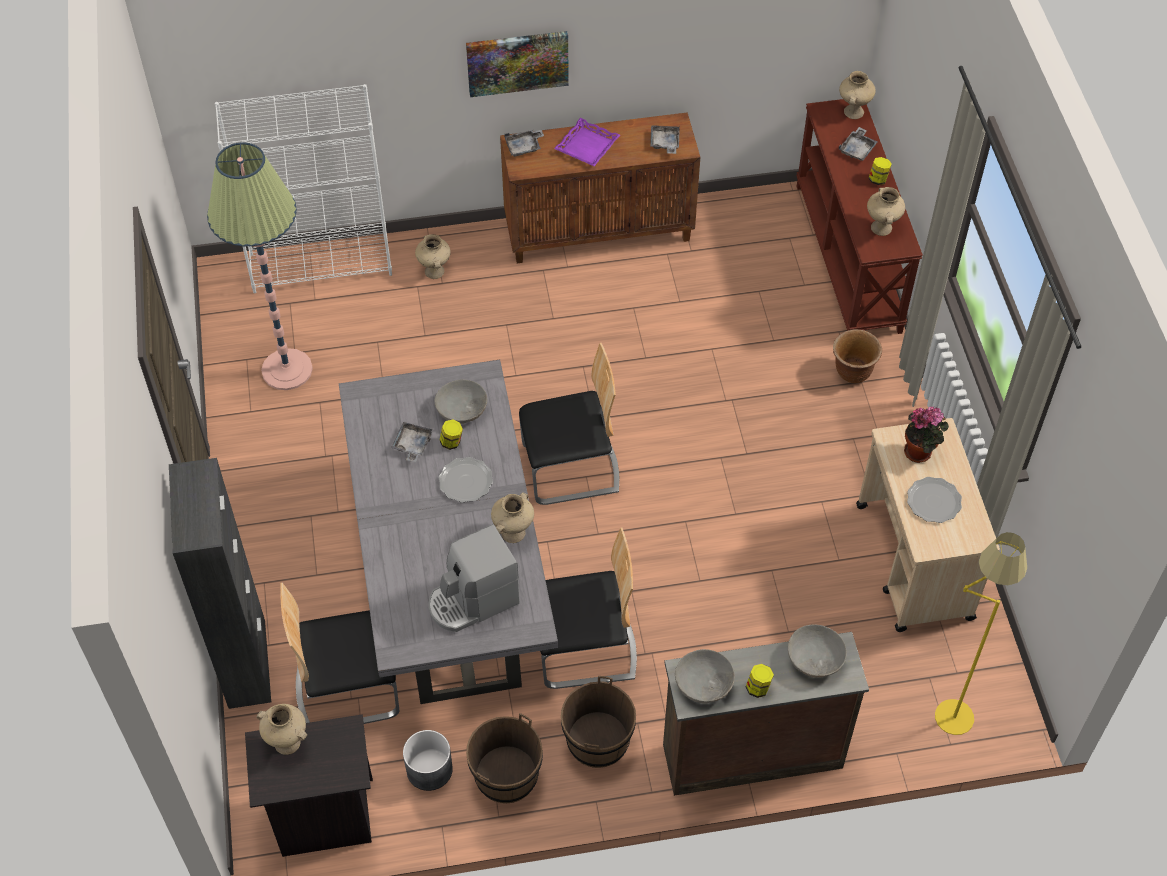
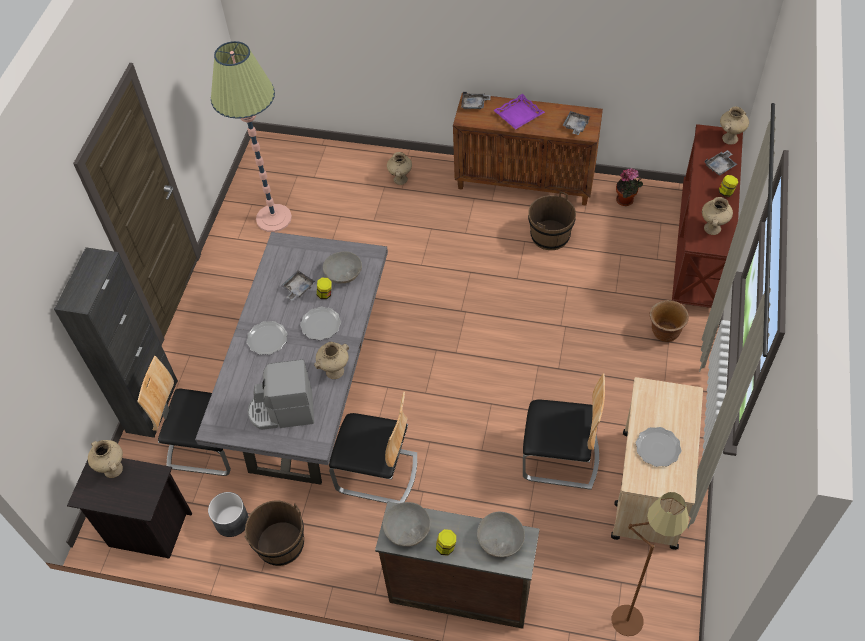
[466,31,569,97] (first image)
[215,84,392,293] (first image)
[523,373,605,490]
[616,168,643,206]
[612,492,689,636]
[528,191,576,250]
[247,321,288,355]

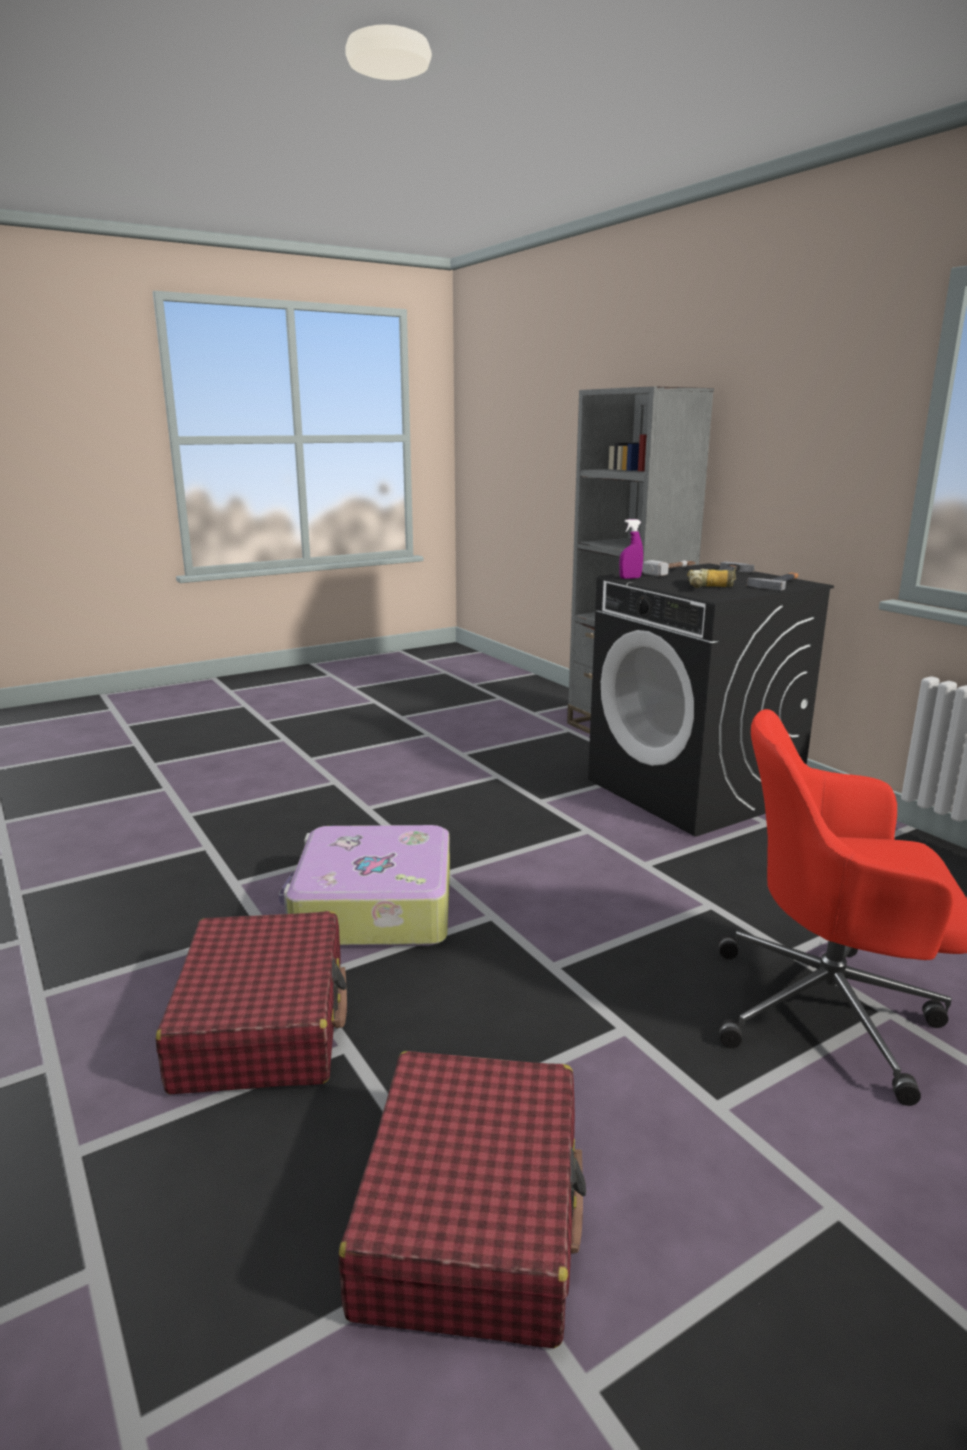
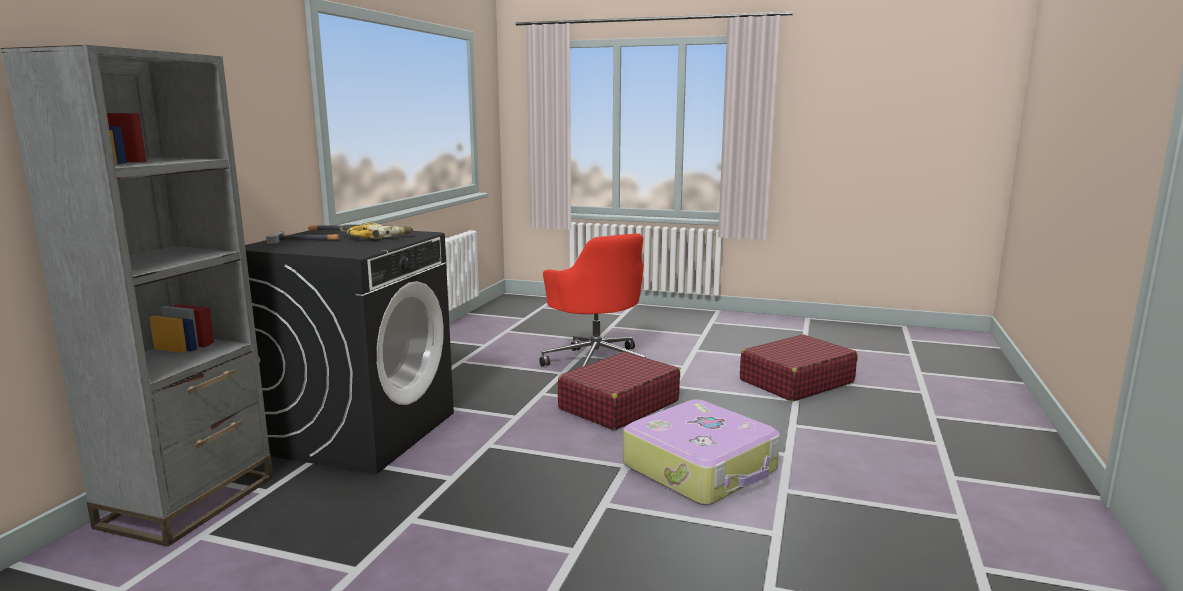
[619,519,643,579] (first image)
[642,560,695,576] (first image)
[558,352,680,430]

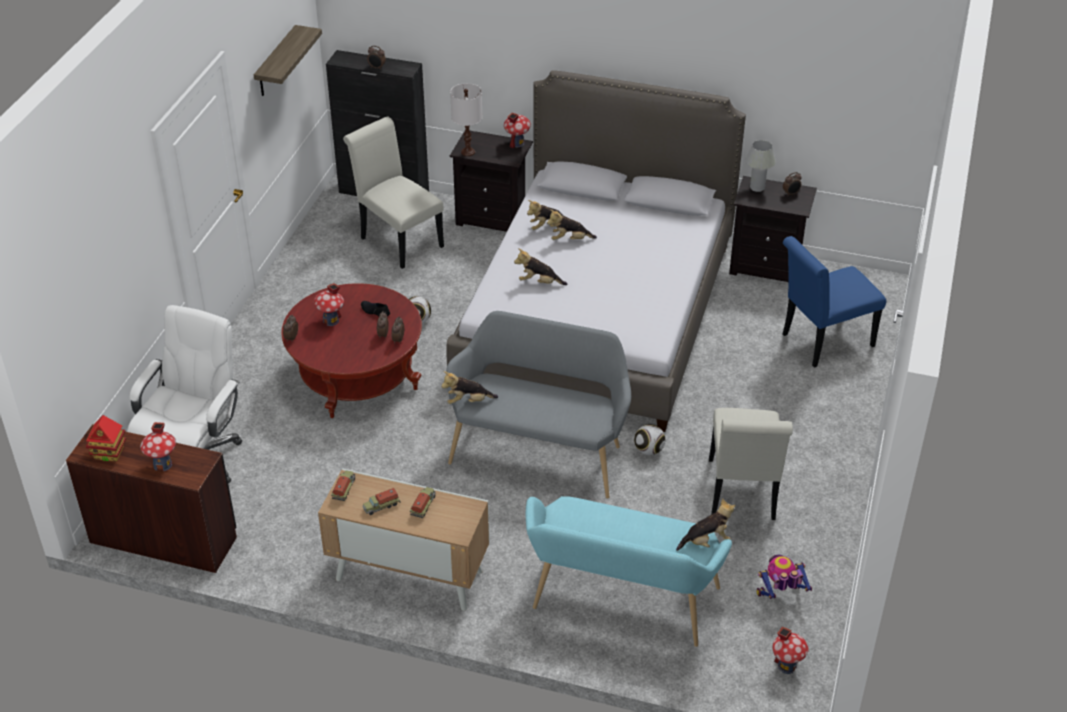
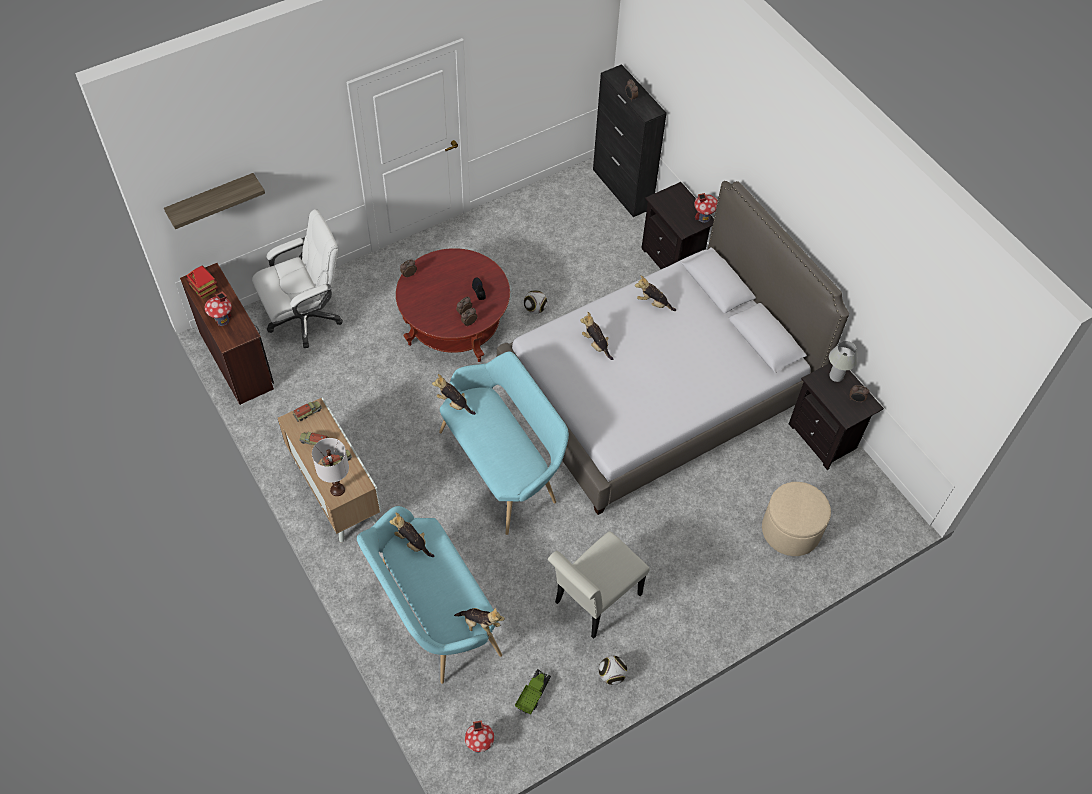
[164,173,265,229]
[312,438,349,496]
[343,116,444,269] (first image)
[389,513,434,557]
[762,482,831,556]
[314,283,344,326] (first image)
[439,351,569,535]
[599,656,627,685]
[515,669,551,715]

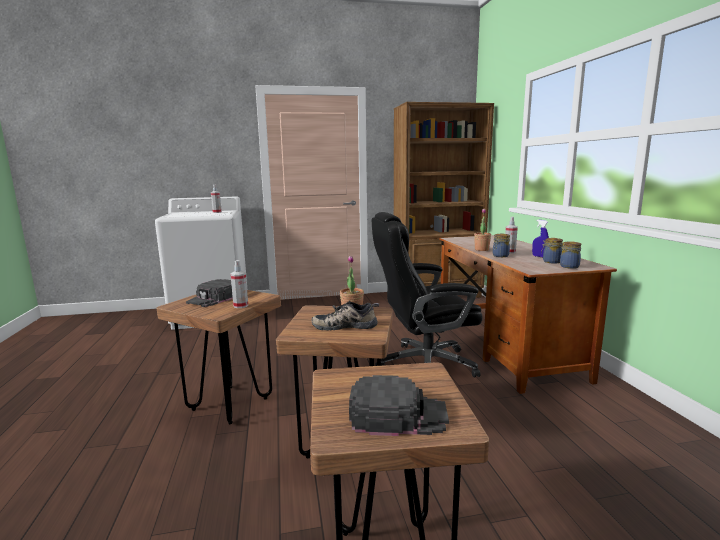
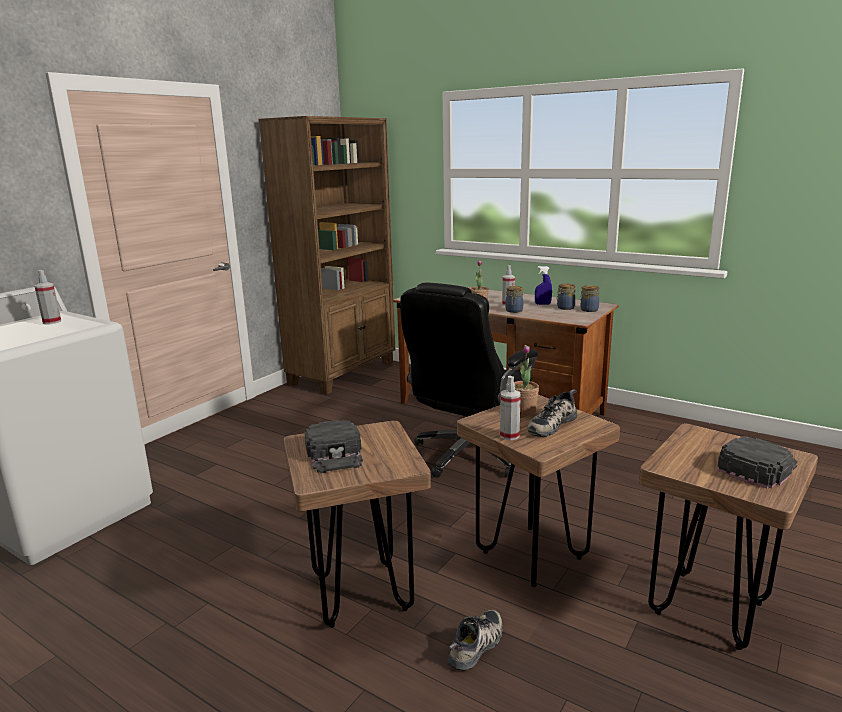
[500,376,521,440]
[448,610,503,671]

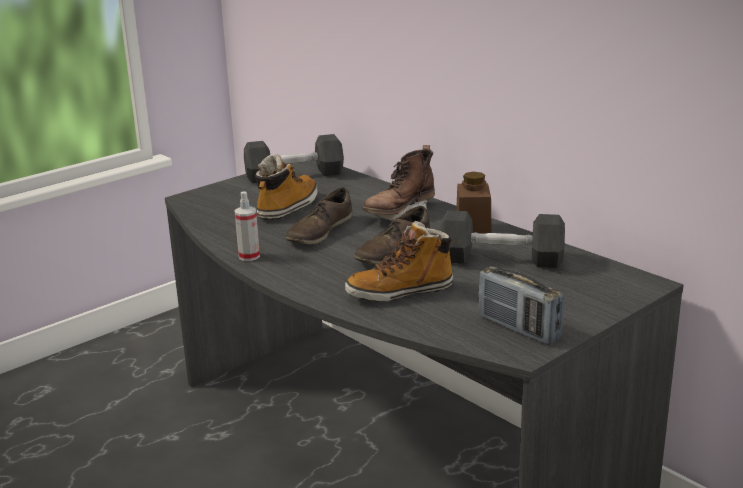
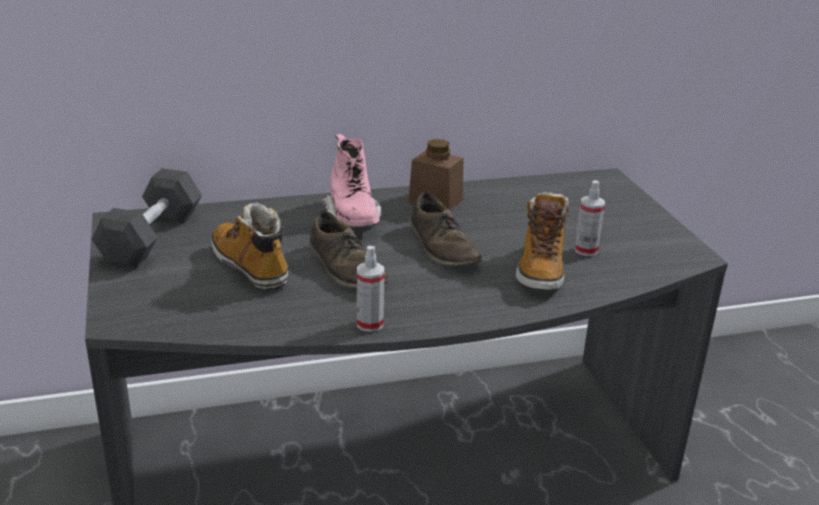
[322,134,381,228]
[440,211,565,268] (first image)
[478,266,564,345] (first image)
[575,180,605,256]

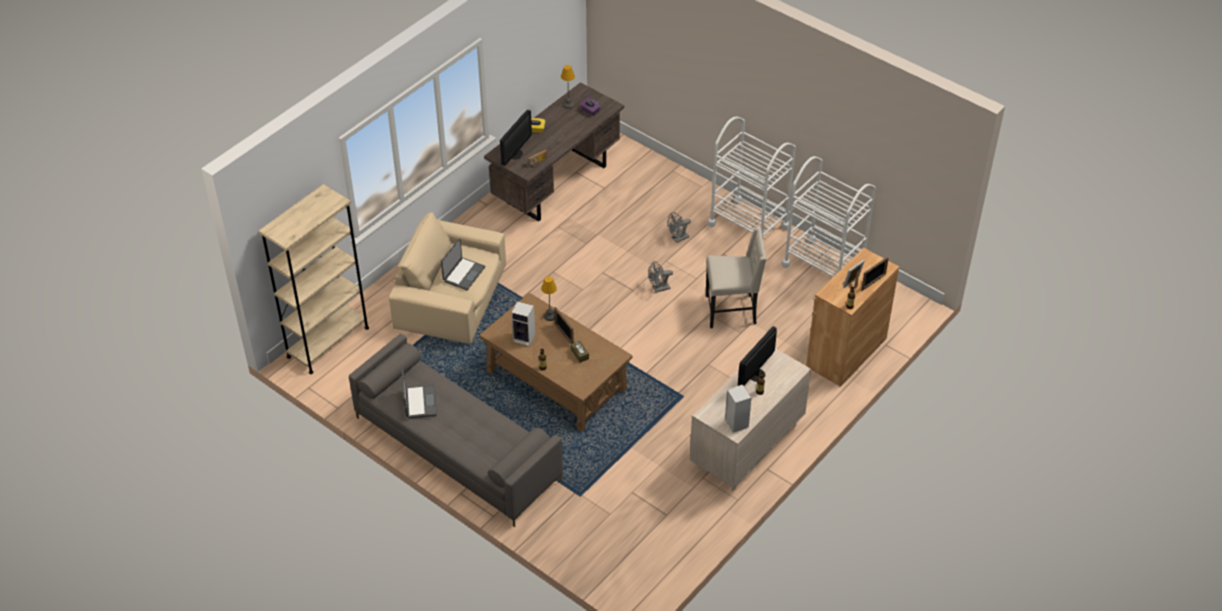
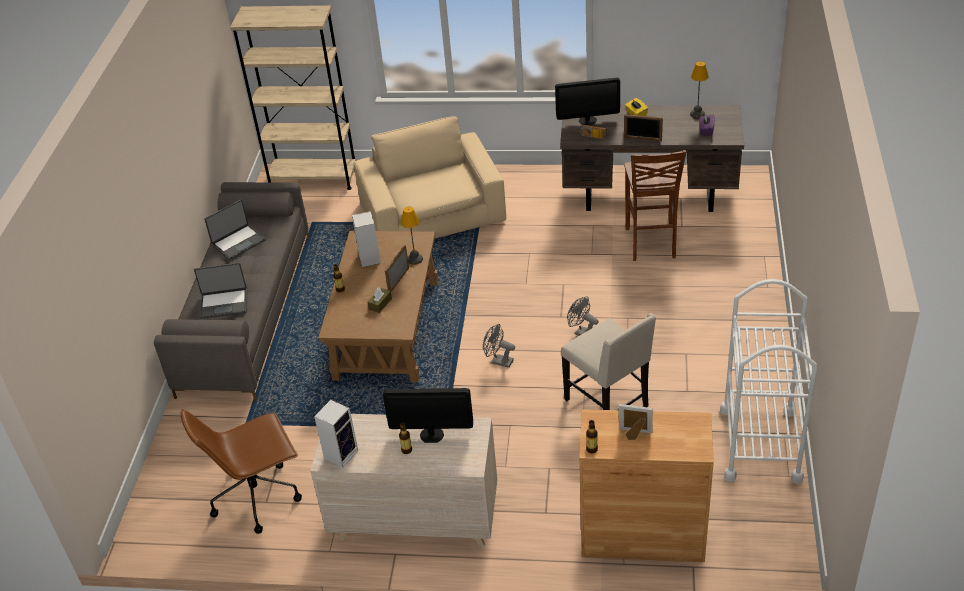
[707,116,796,247] (first image)
[483,324,515,368]
[194,263,247,319]
[624,114,663,141]
[624,150,686,261]
[181,409,302,534]

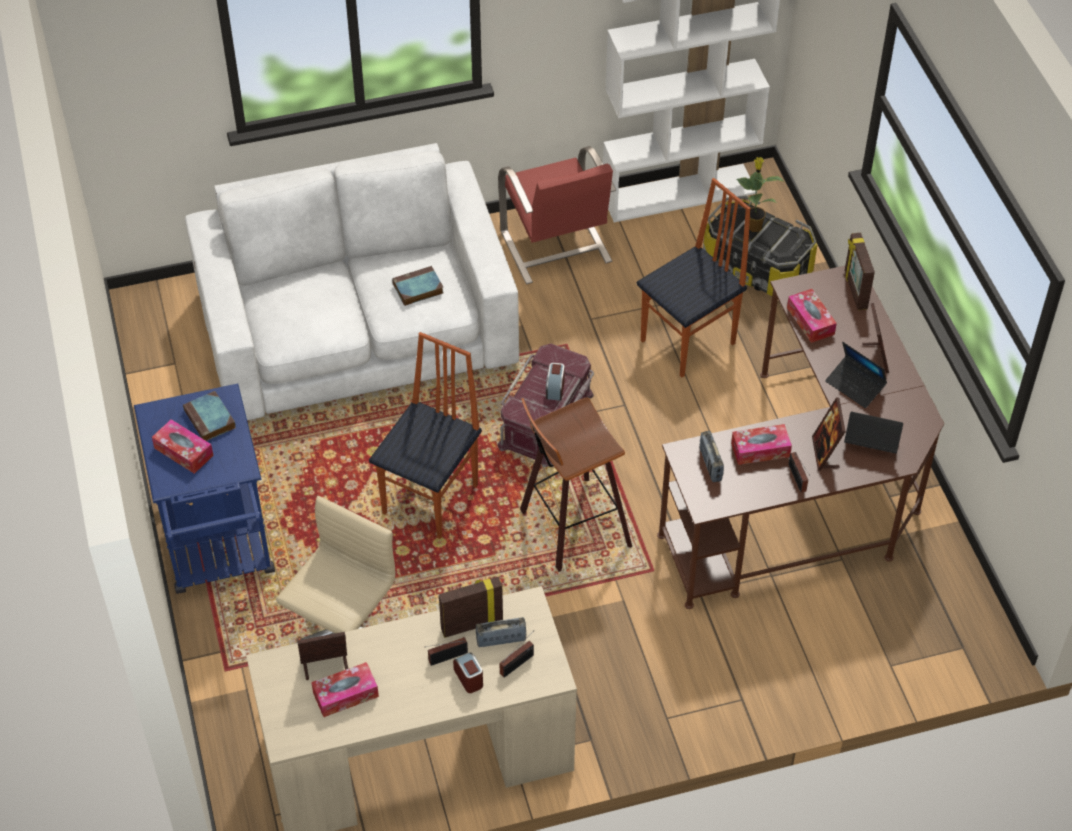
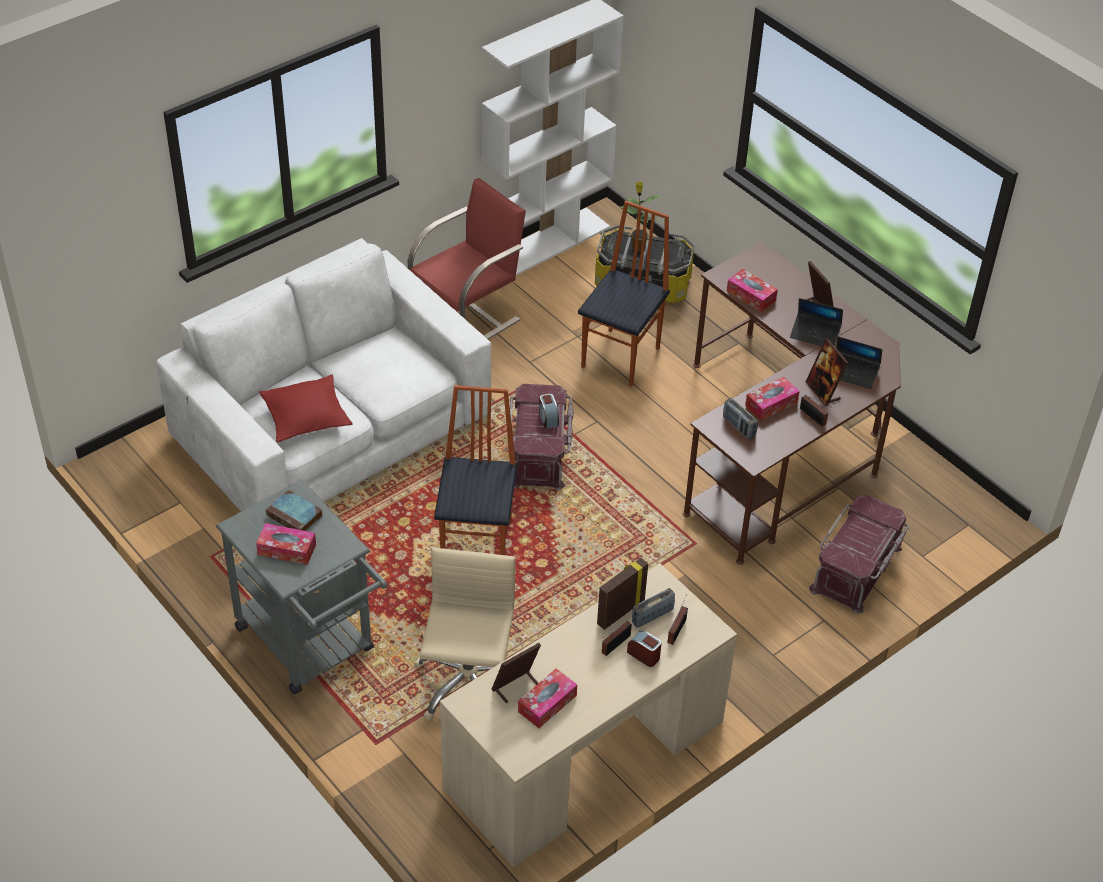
[407,178,526,339]
[845,232,875,310] (first image)
[392,266,443,306] (first image)
[216,479,387,694]
[520,397,632,572] (first image)
[837,336,882,389]
[259,375,353,443]
[809,495,909,614]

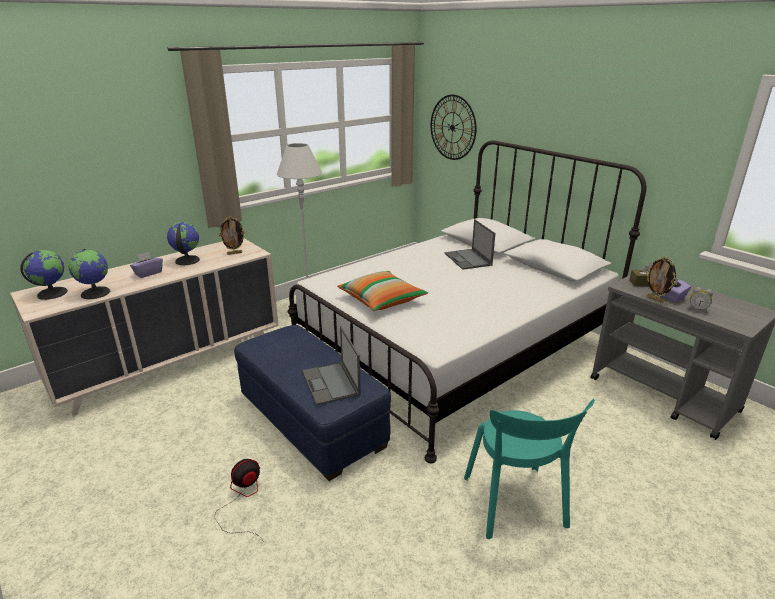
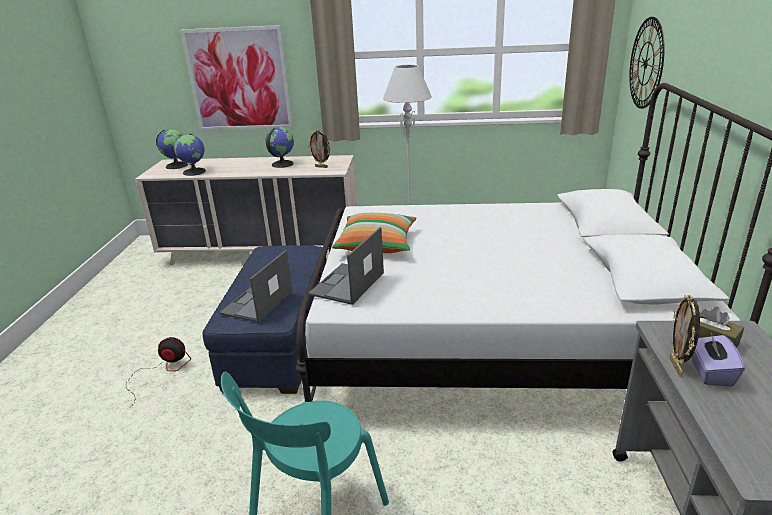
[308,227,384,305]
[130,252,163,278] (first image)
[689,287,713,313] (first image)
[180,25,293,131]

